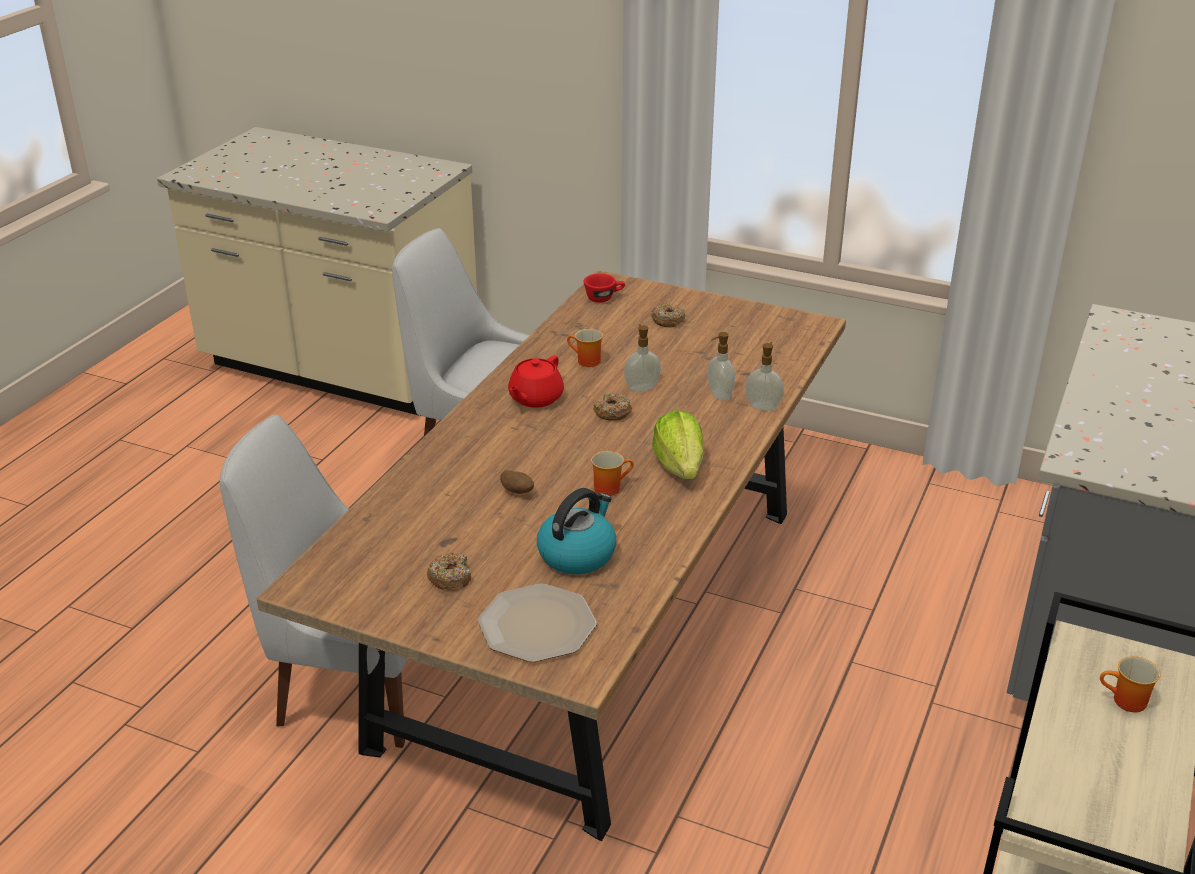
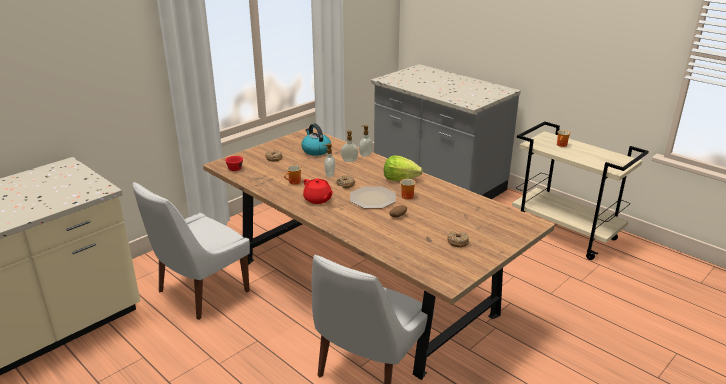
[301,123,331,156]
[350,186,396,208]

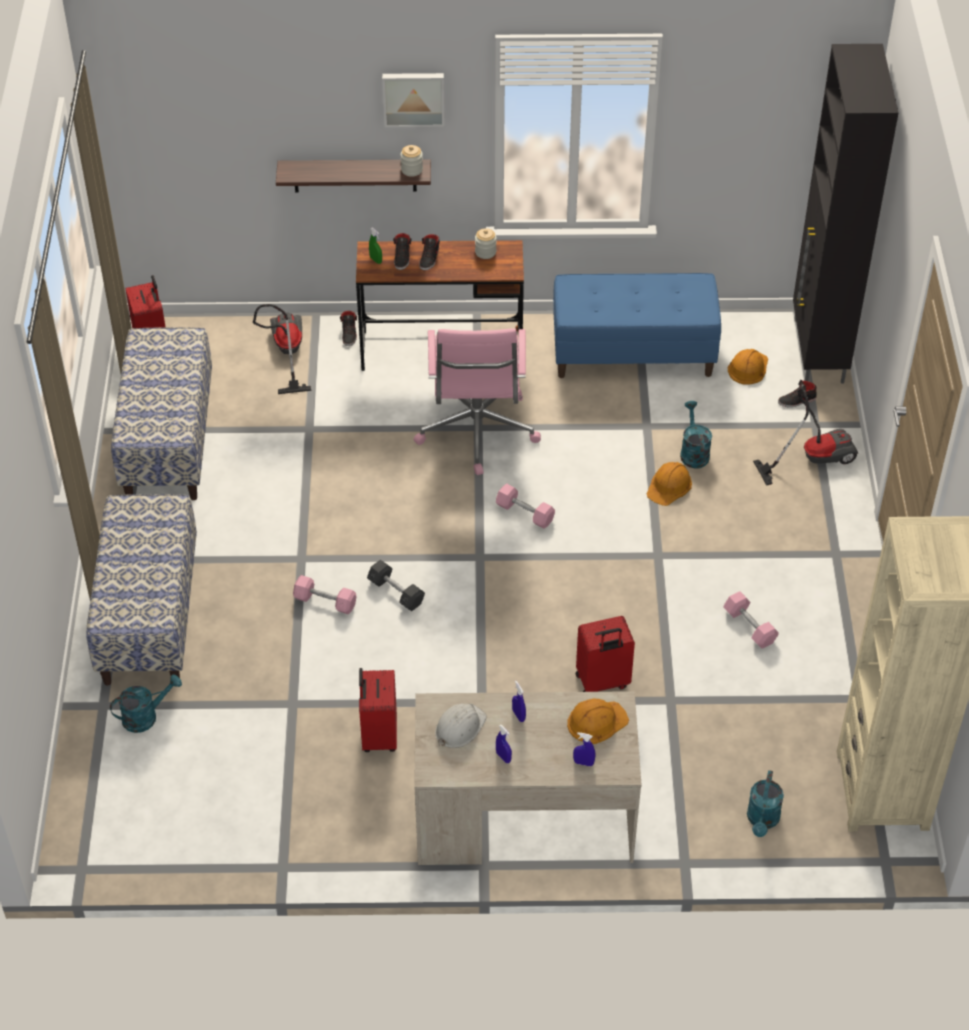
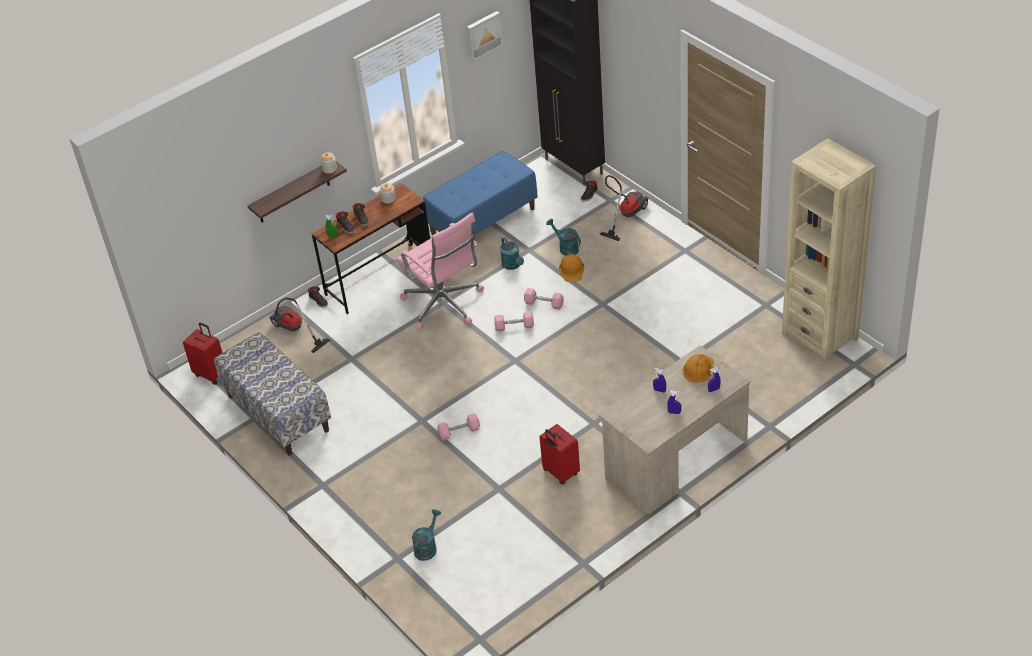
[467,11,503,61]
[728,349,768,385] (first image)
[86,494,197,685] (first image)
[367,560,425,611] (first image)
[524,288,564,310]
[576,616,635,692] (first image)
[435,703,487,748] (first image)
[500,237,524,270]

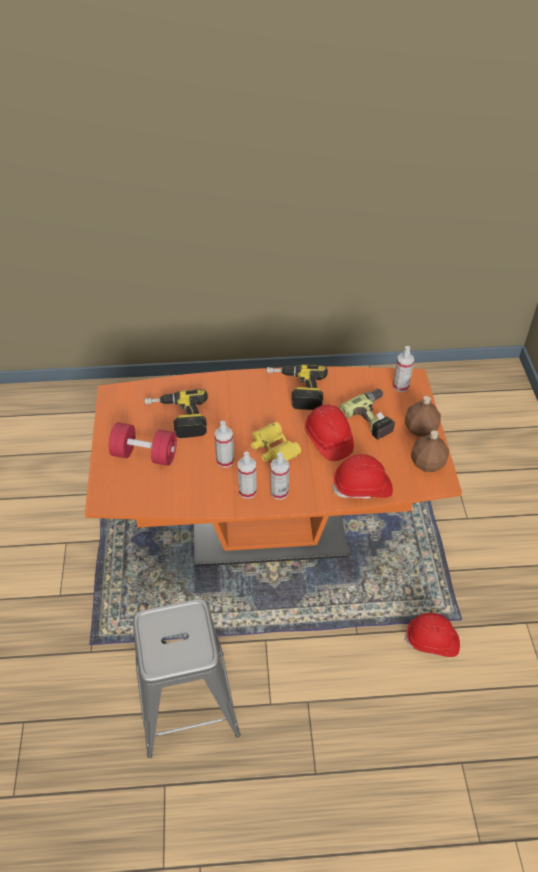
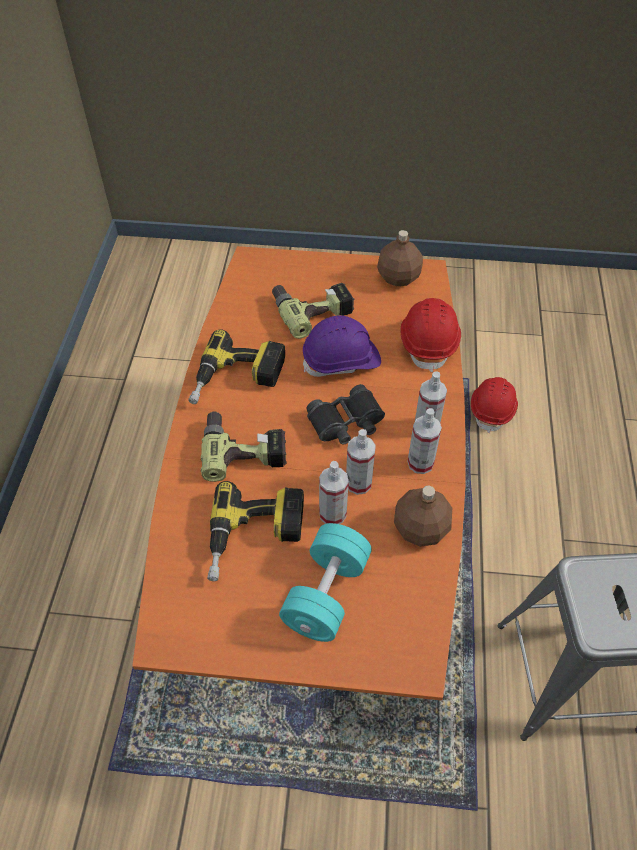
[319,461,348,524]
[394,486,452,547]
[303,315,381,377]
[279,523,372,642]
[306,384,385,445]
[201,411,287,482]

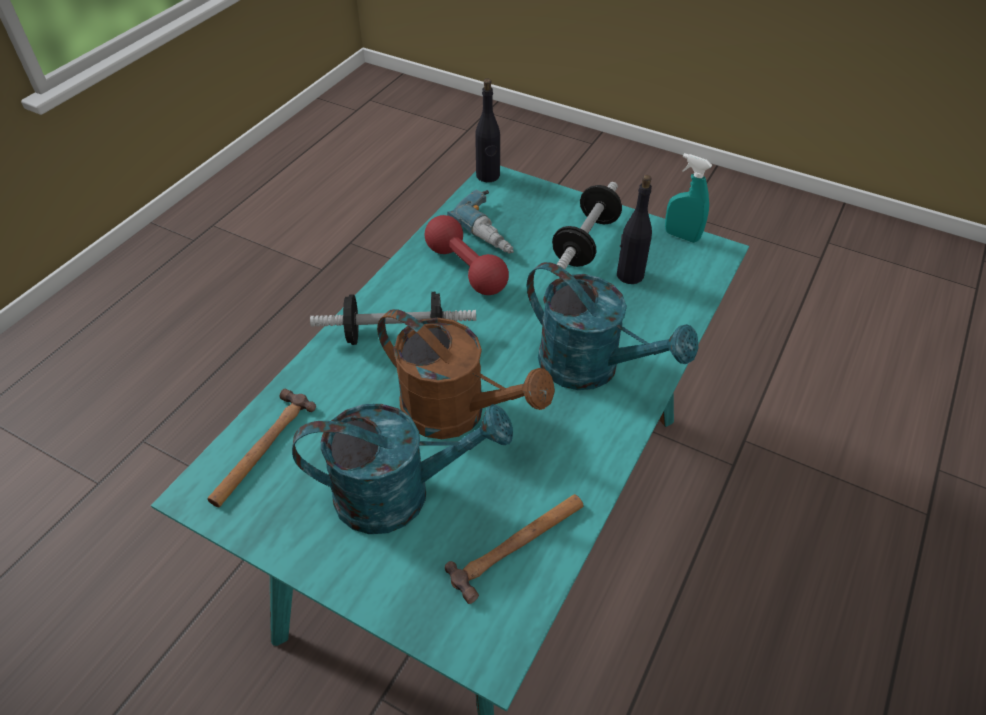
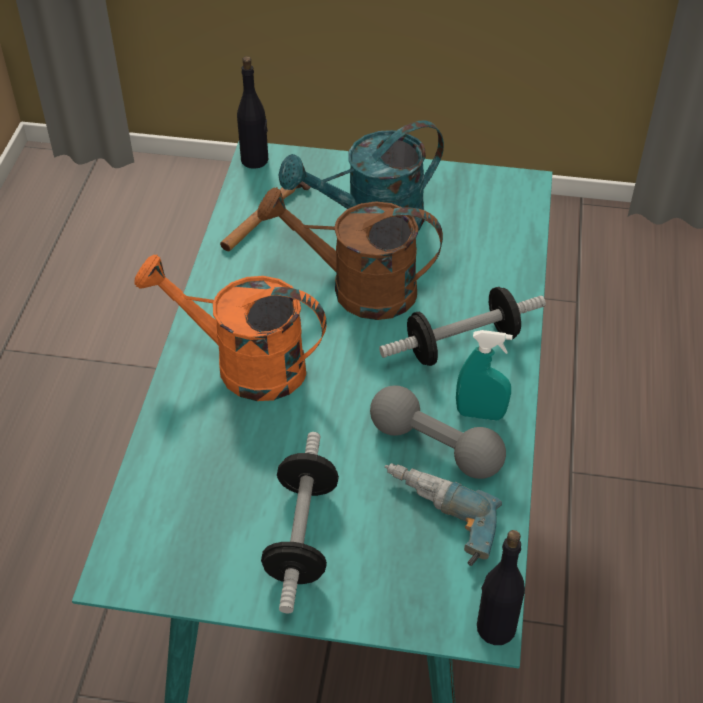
[456,330,513,421]
[237,56,268,169]
[370,386,506,479]
[134,255,327,401]
[207,389,316,507] (first image)

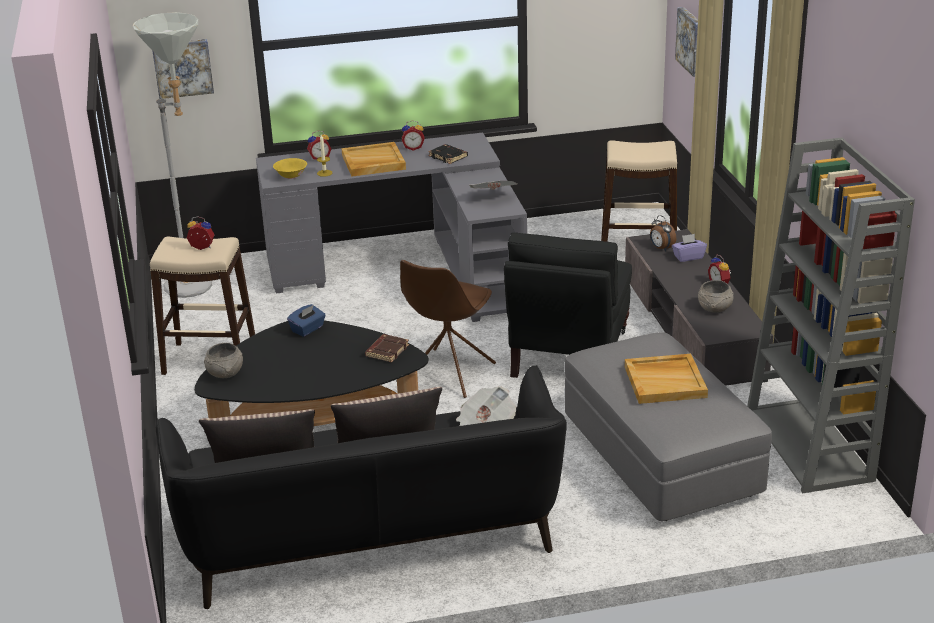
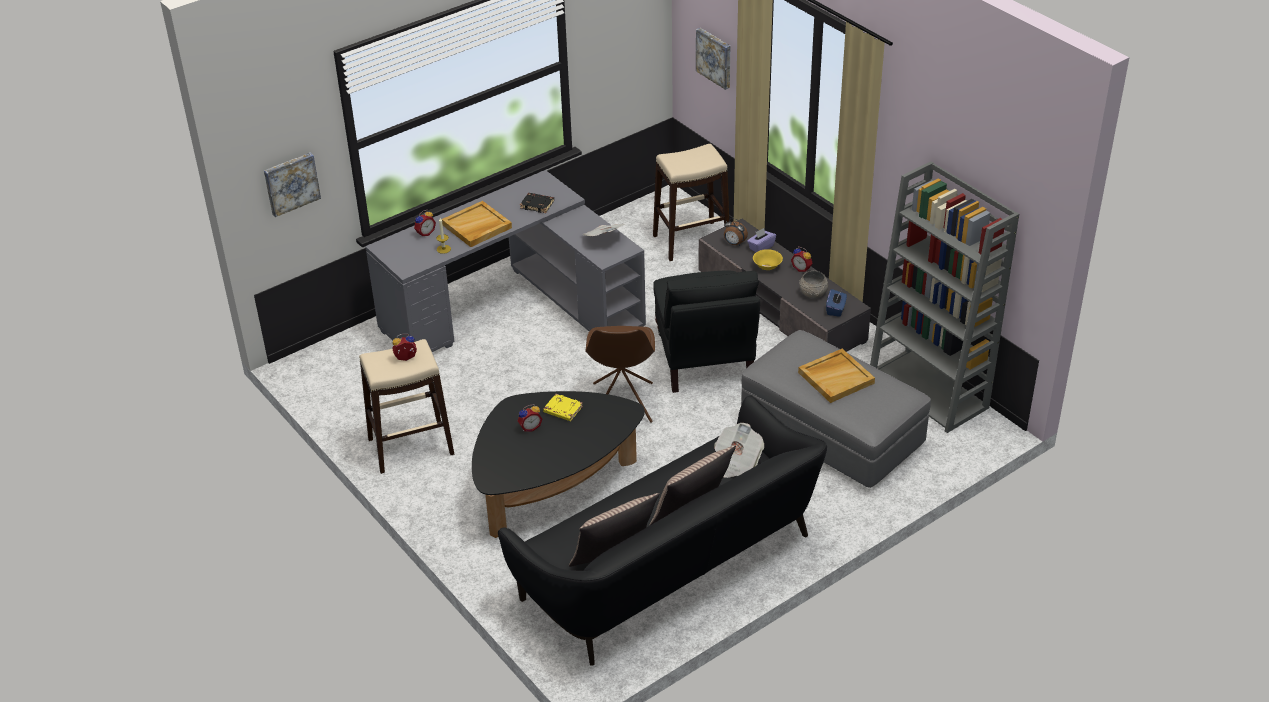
[133,12,212,298] (first image)
[517,405,543,431]
[753,249,783,270]
[826,289,847,317]
[365,334,409,362] (first image)
[204,343,243,378] (first image)
[543,394,583,421]

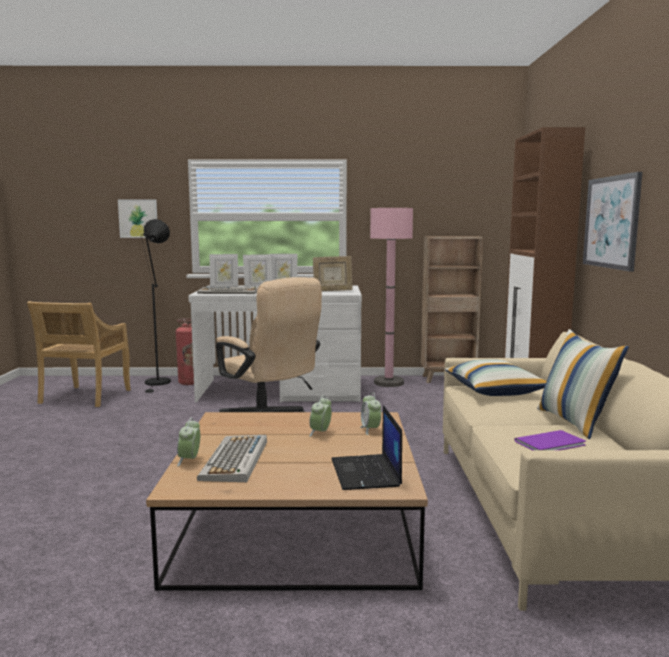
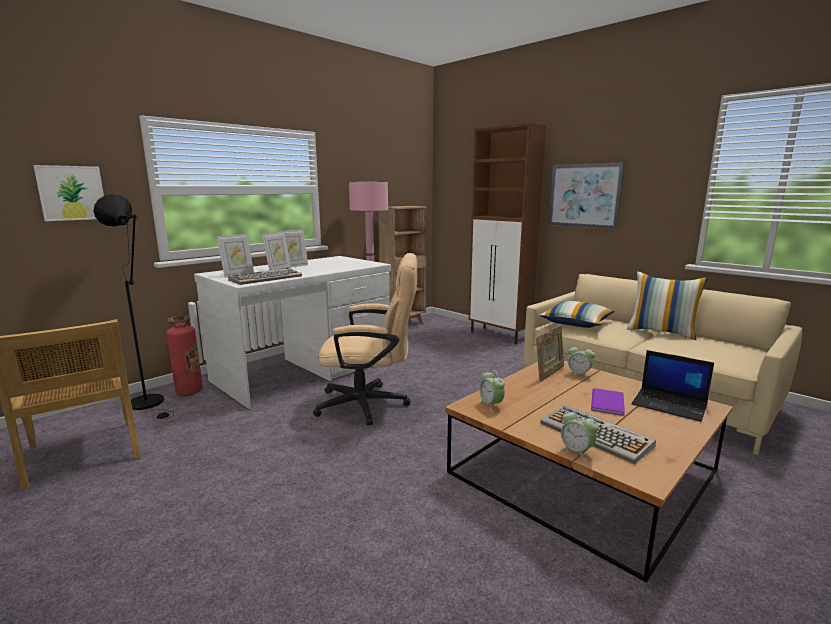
[536,324,564,382]
[479,370,505,412]
[591,388,625,416]

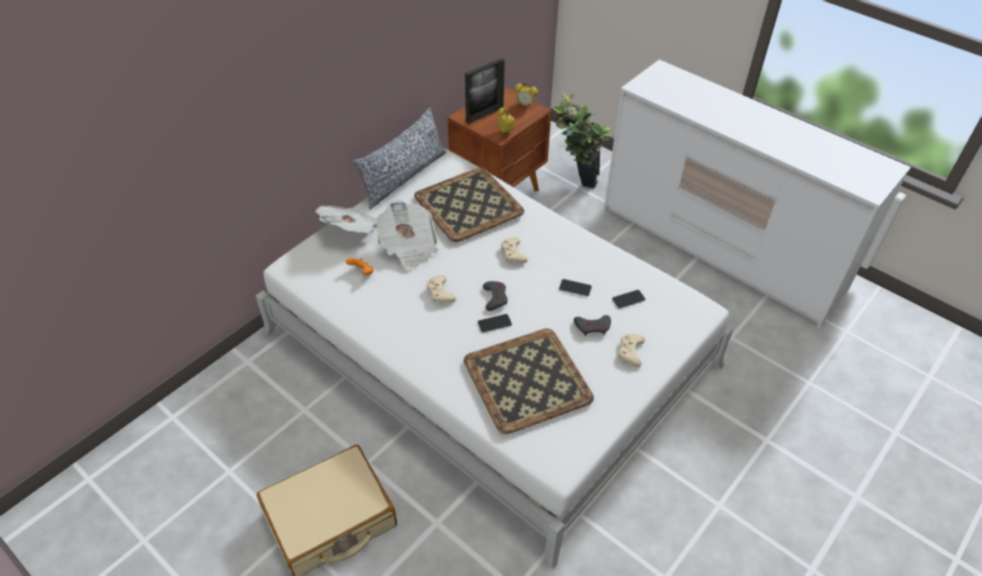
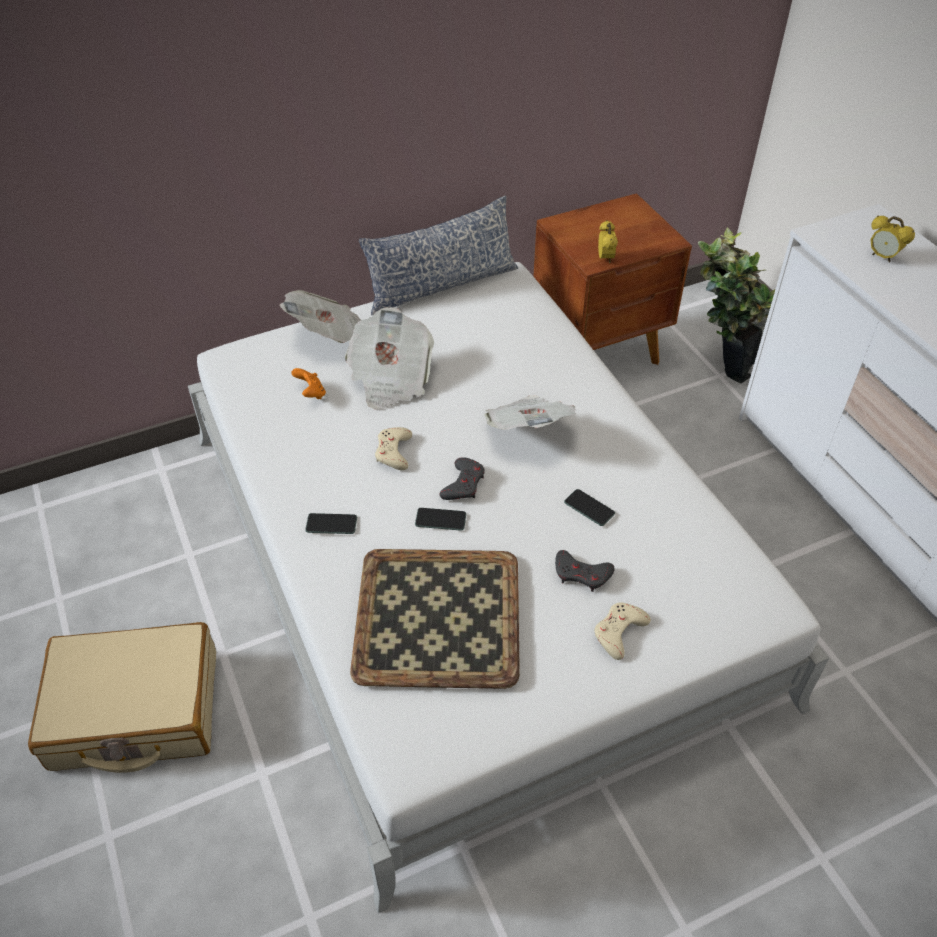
[465,58,505,124] (first image)
[871,215,915,263]
[414,167,524,242] (first image)
[485,395,576,430]
[305,513,357,534]

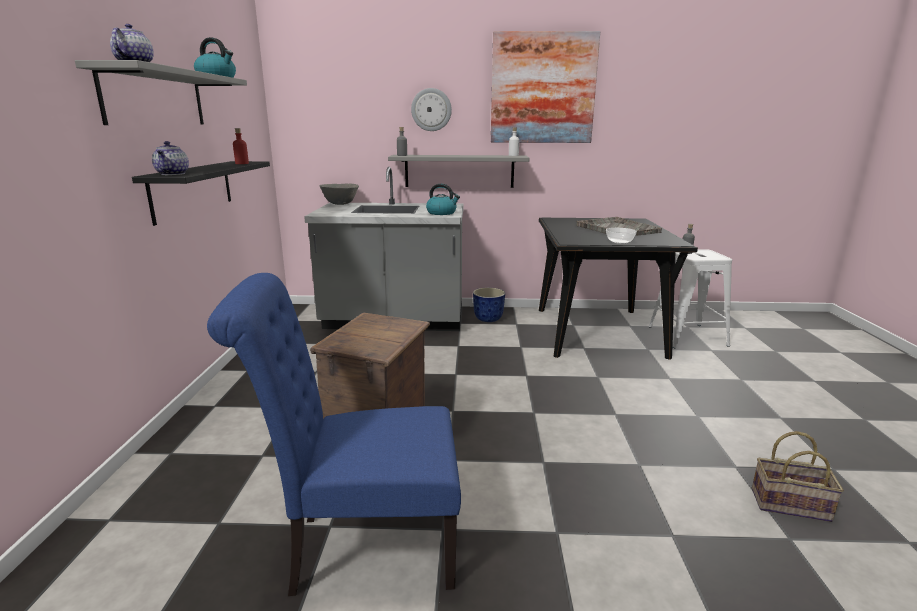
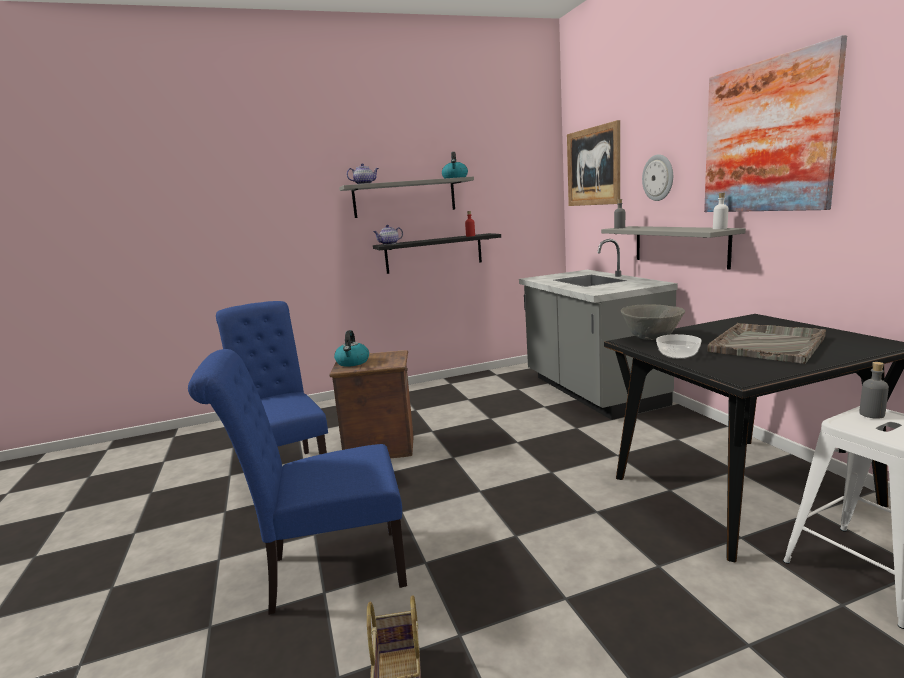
[621,304,685,340]
[334,330,369,367]
[473,288,505,322] (first image)
[567,120,620,206]
[188,349,407,615]

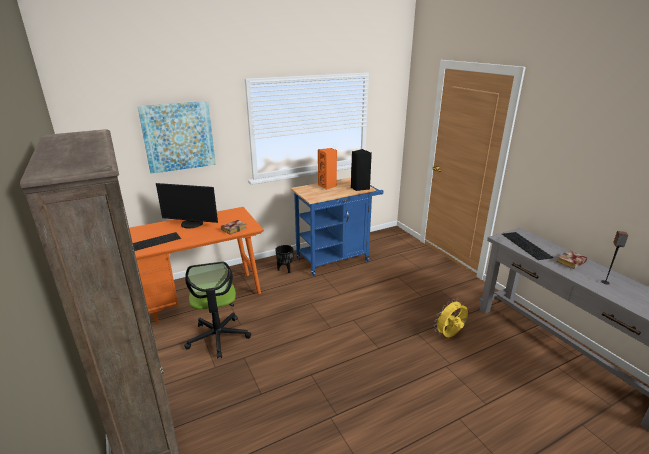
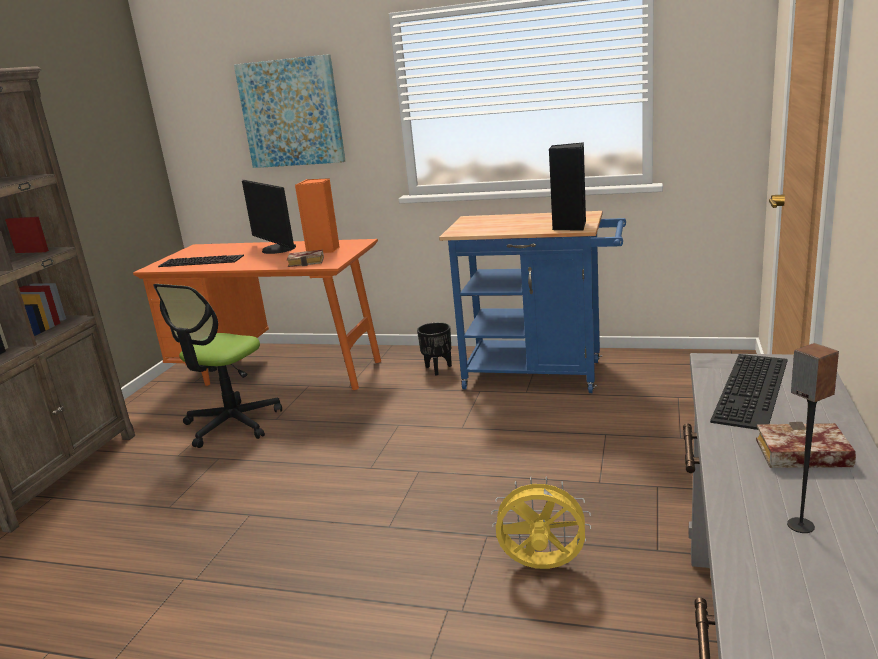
[295,178,340,253]

